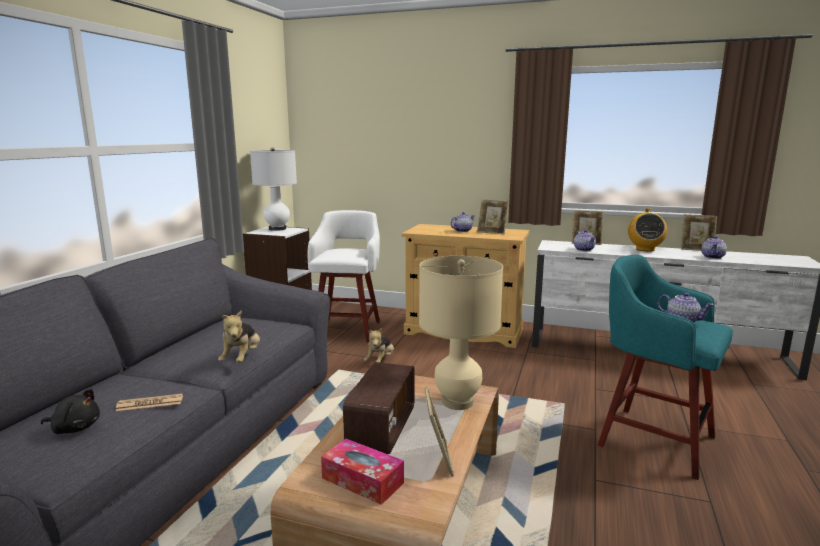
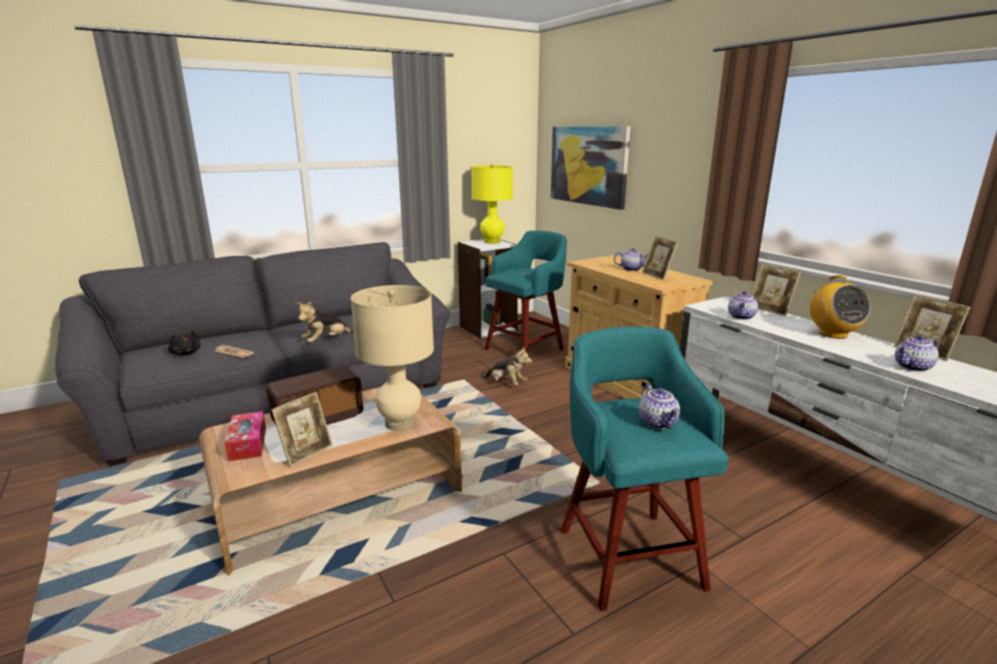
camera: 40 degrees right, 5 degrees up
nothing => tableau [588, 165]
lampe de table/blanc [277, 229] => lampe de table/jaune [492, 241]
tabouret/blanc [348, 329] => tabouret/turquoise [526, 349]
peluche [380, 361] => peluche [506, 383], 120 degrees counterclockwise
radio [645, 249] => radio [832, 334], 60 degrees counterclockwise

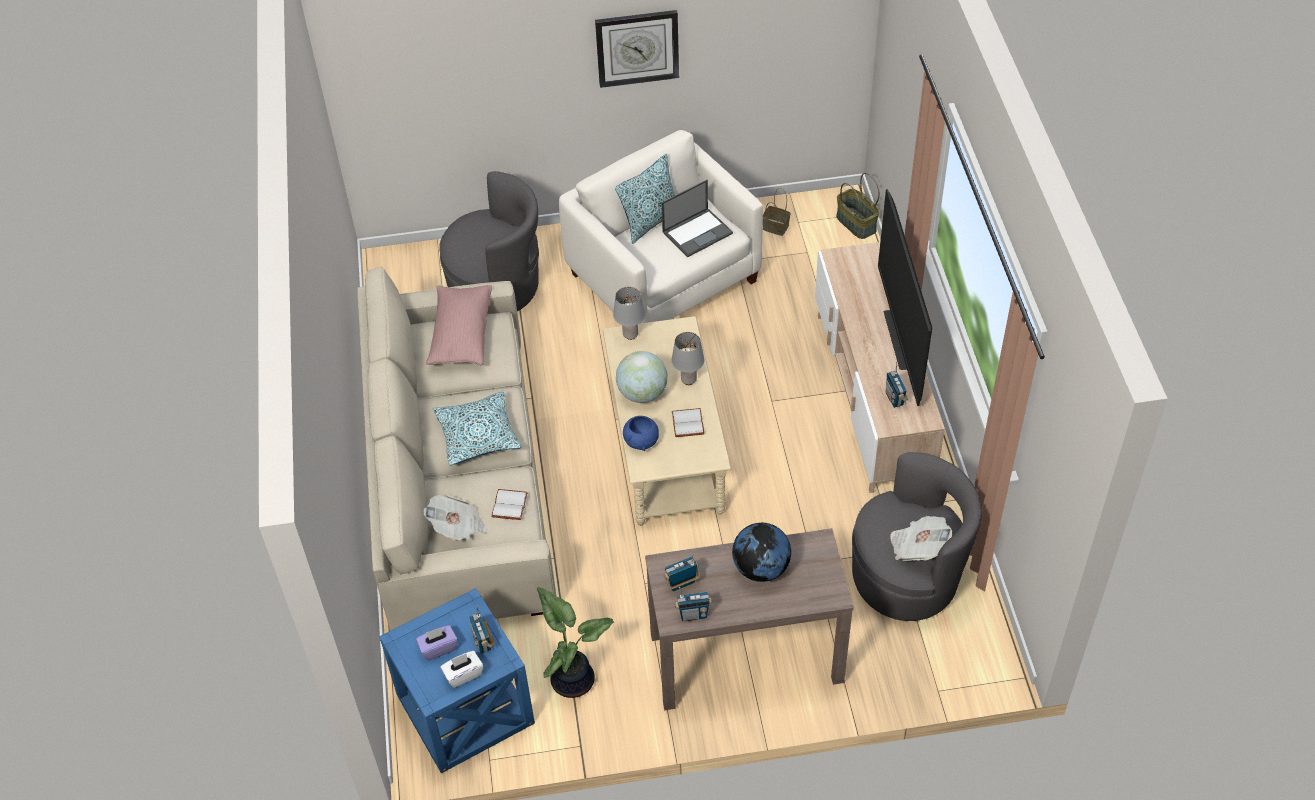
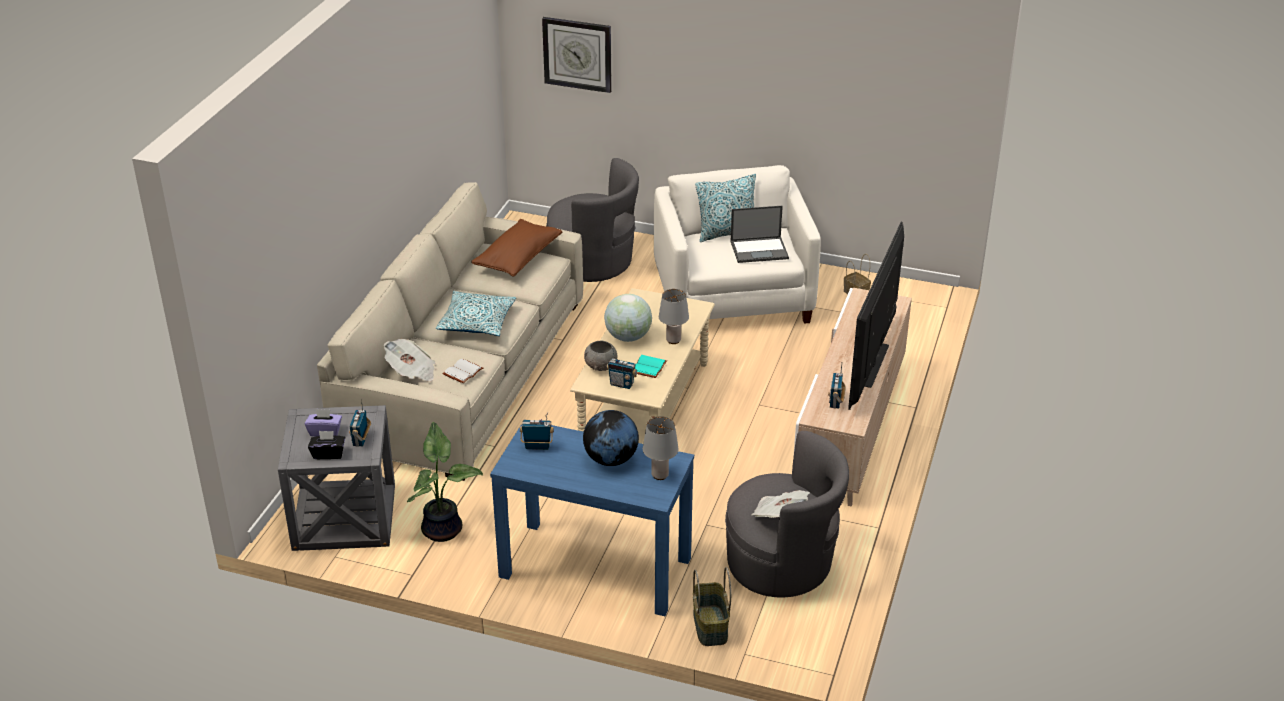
camera: 25 degrees right, 15 degrees down
horloge murale [637, 47] => horloge murale [577, 54], shifted
lampe de table/gris [630, 335] => lampe de table/gris [659, 475], shifted
radio [693, 614] => radio [622, 384], shifted
panier [855, 223] => panier [709, 625], shifted
table d'appoint/bleu [465, 709] => table d'appoint/gris [344, 517]
coussin/rose [461, 335] => coussin/marron [518, 258]
boîte à mouchoirs/blanc [463, 674] => boîte à mouchoirs/noir [328, 454]
bol/bleu [641, 441] => bol/gris [601, 366]
table console/marron [745, 658] => table console/bleu [594, 568]
livre/blanc [689, 424] => livre/turquoise [649, 368]

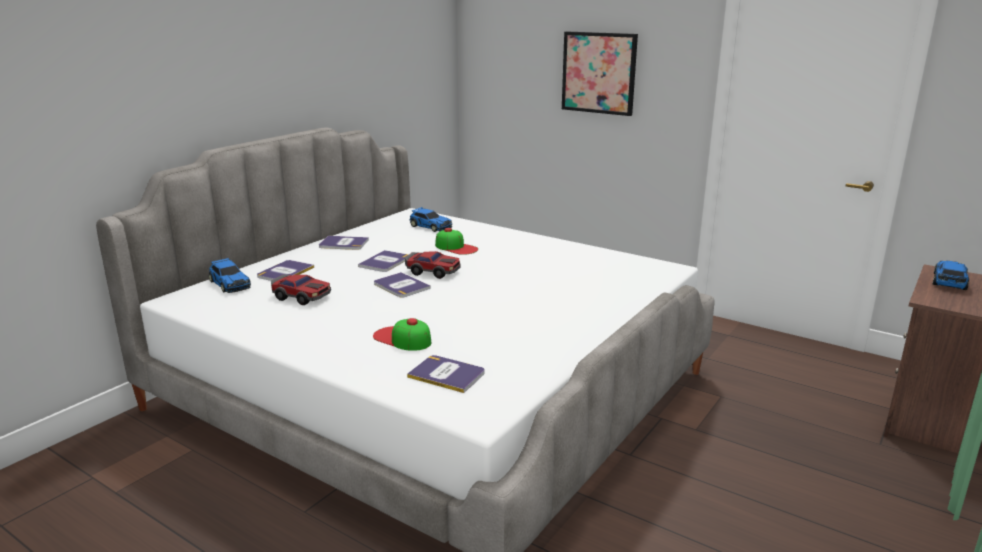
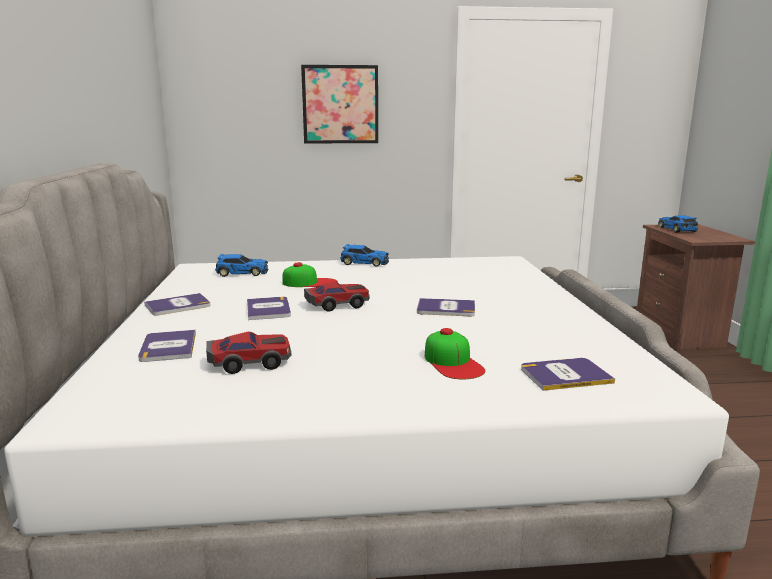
camera: 40 degrees left, 5 degrees down
petite voiture [230, 284] => petite voiture [364, 263], shifted
livre [401, 286] => livre [446, 308], shifted
casquette [402, 338] => casquette [453, 362], 105 degrees counterclockwise

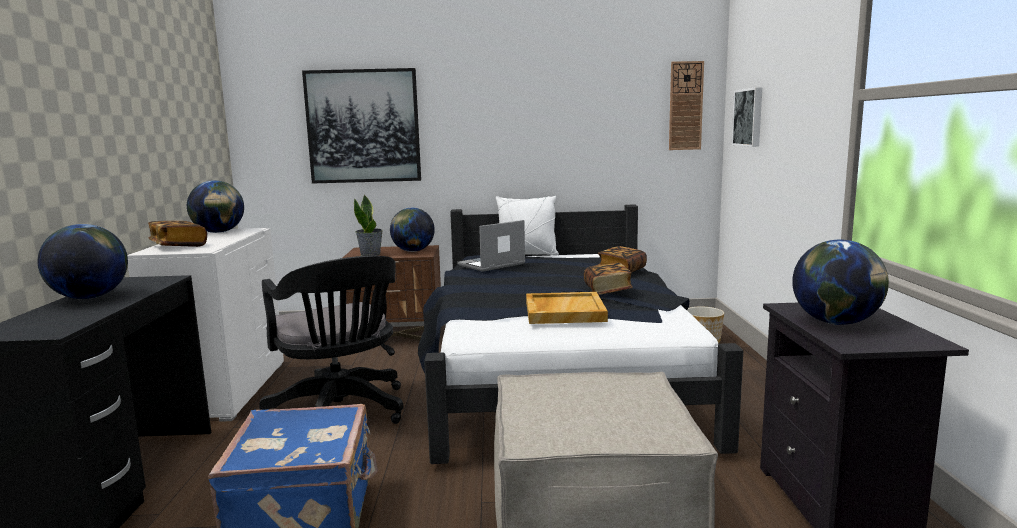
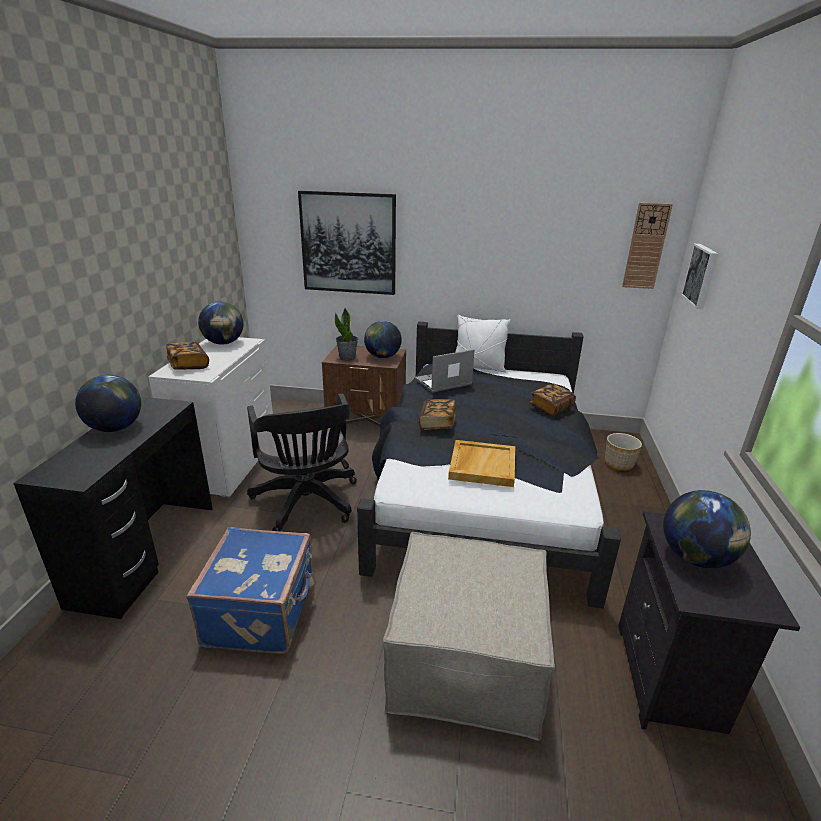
camera: 10 degrees right, 15 degrees up
livre [607, 290] => livre [437, 423], shifted

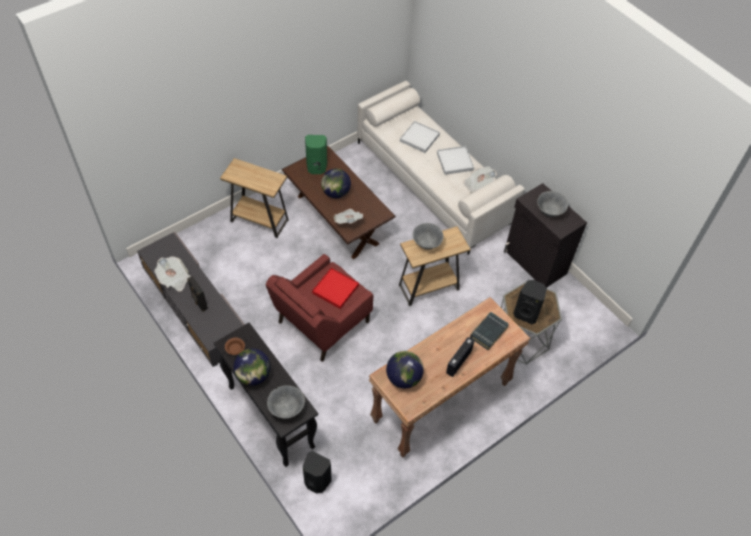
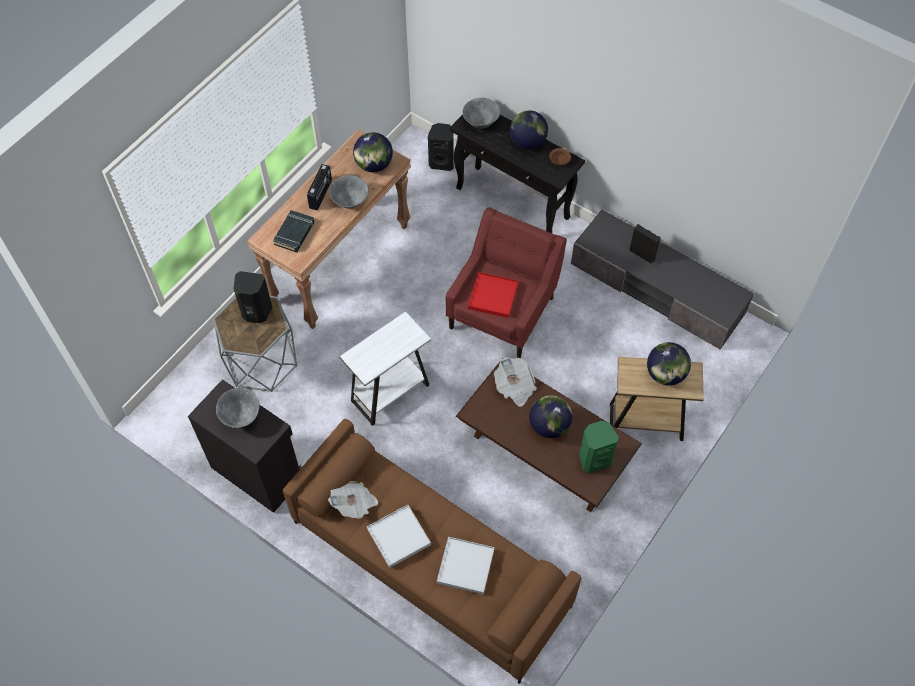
camera: 165 degrees right, 5 degrees up
journal [174, 279] => nothing
nothing => globe [665, 374]
bol/gris [426, 244] => bol/gris [350, 202], shifted
canapé/blanc [434, 183] => canapé/marron [429, 564]
table d'appoint/marron [429, 287] => table d'appoint/blanc [390, 393]

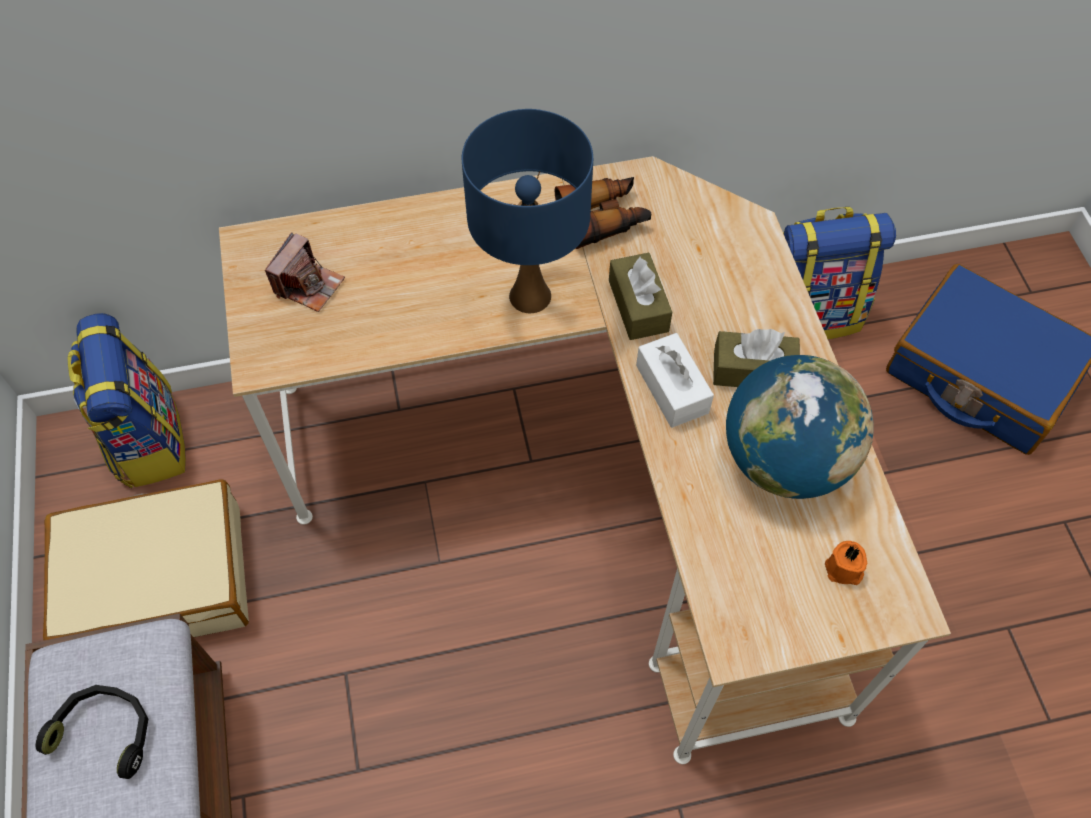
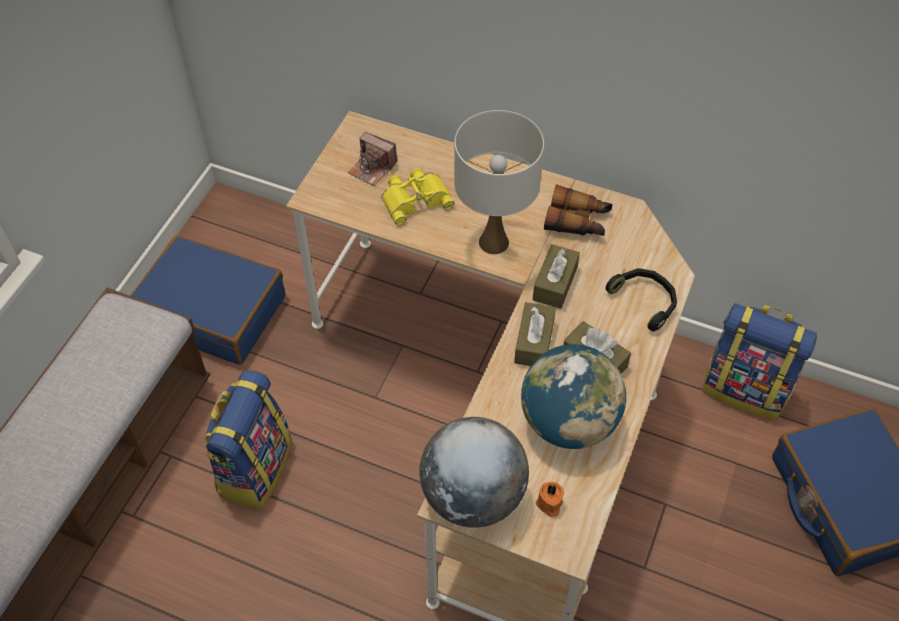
camera: 35 degrees right, 5 degrees down
nothing => jumelles/jaune [415, 198]
nothing => globe [473, 495]
casque audio/noir [106, 731] => casque audio/noir [645, 301], shifted
sac à dos [147, 439] => sac à dos [254, 468], shifted
valise/beige [158, 580] => valise/bleu [212, 311]
lampe de table/bleu [531, 295] => lampe de table/blanc [494, 242]
boîte à mouchoirs/blanc [672, 389] => boîte à mouchoirs/marron [534, 342]
appareil photo [308, 285] => appareil photo [372, 168], 60 degrees clockwise

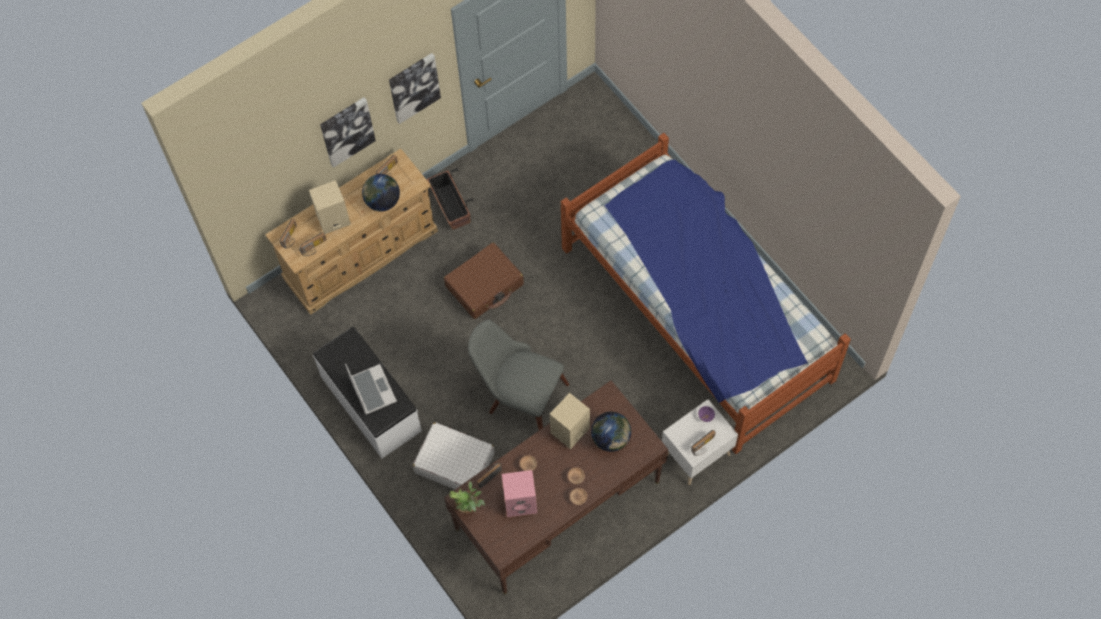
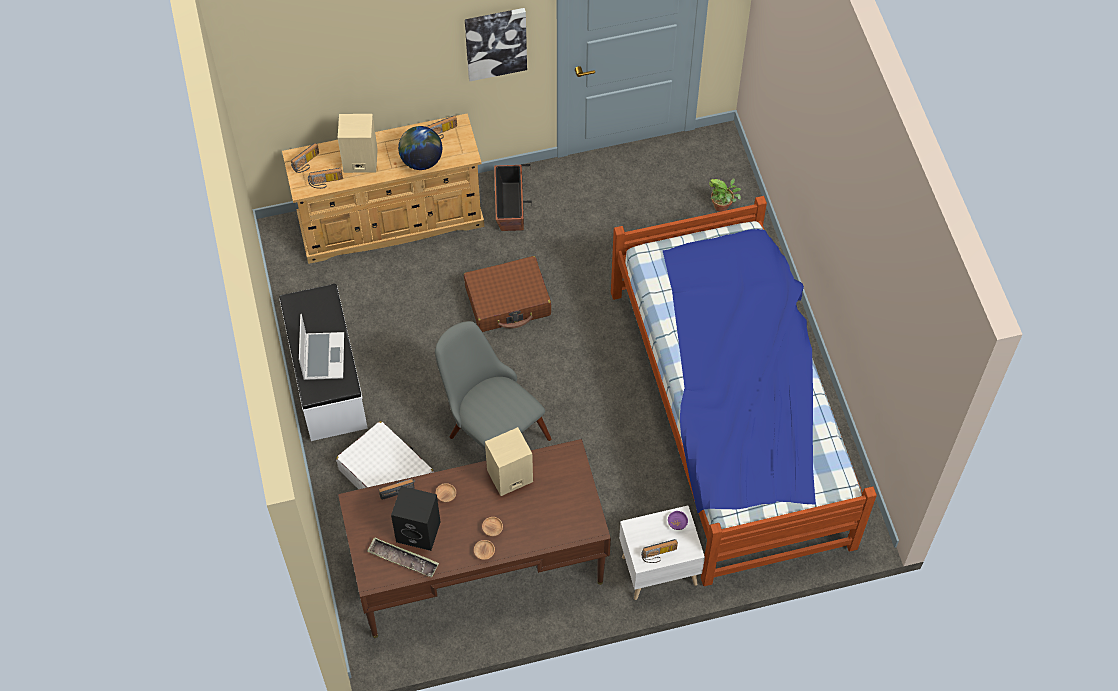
camera: 20 degrees right, 5 degrees down
tableau [347, 131] => nothing
globe [611, 438] => nothing
nothing => plateau [403, 559]
plante en pot [469, 507] => plante en pot [723, 206], shifted
enceinte/rose [521, 501] => enceinte/noir [419, 531]

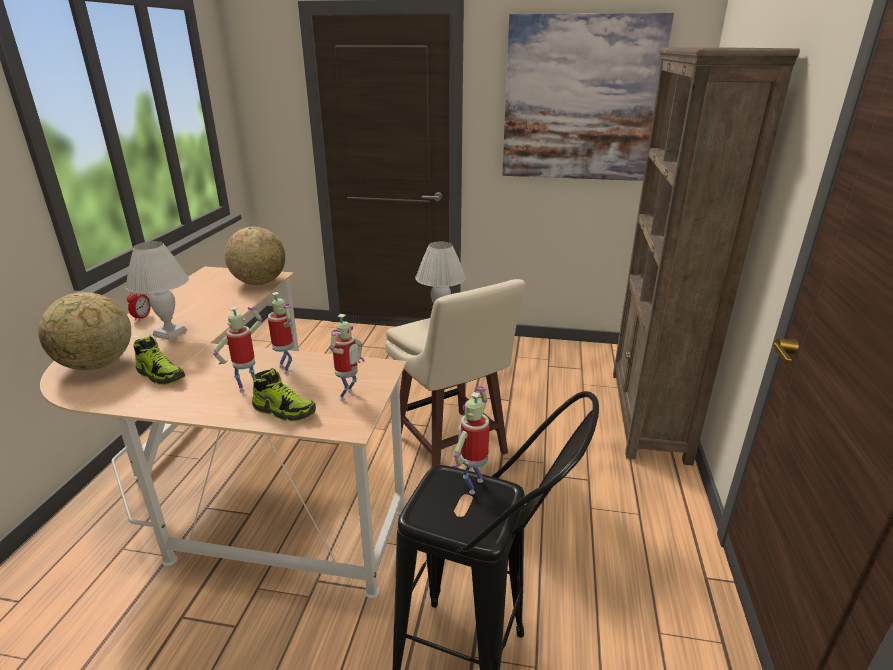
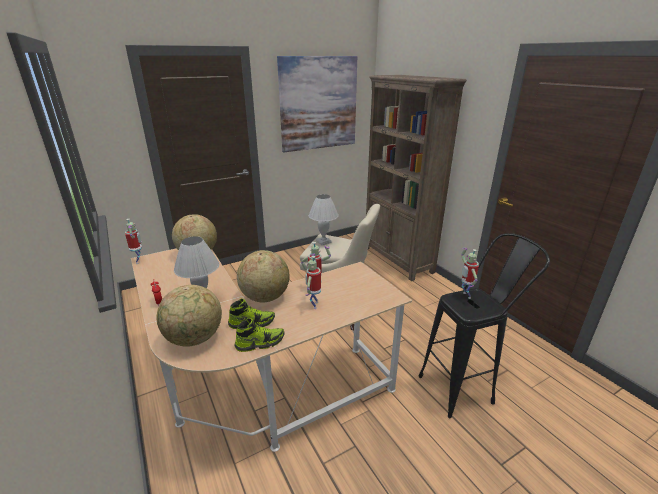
camera: 40 degrees left, 0 degrees up
nothing => globe [265, 297]
chaussure [284, 410] => chaussure [260, 343], shifted
robot jouet [348, 396] => robot jouet [139, 261], shifted

